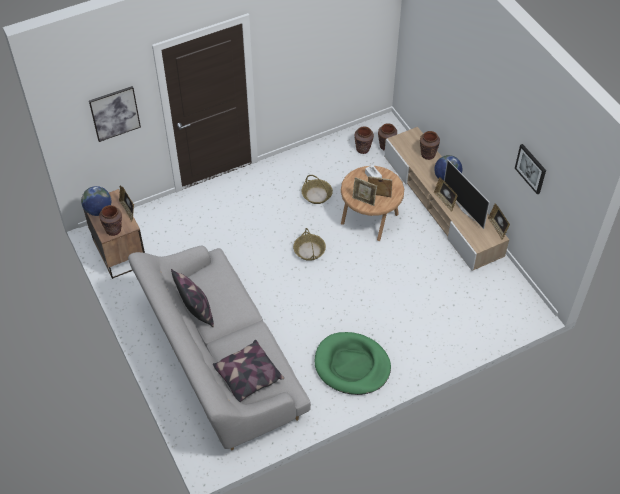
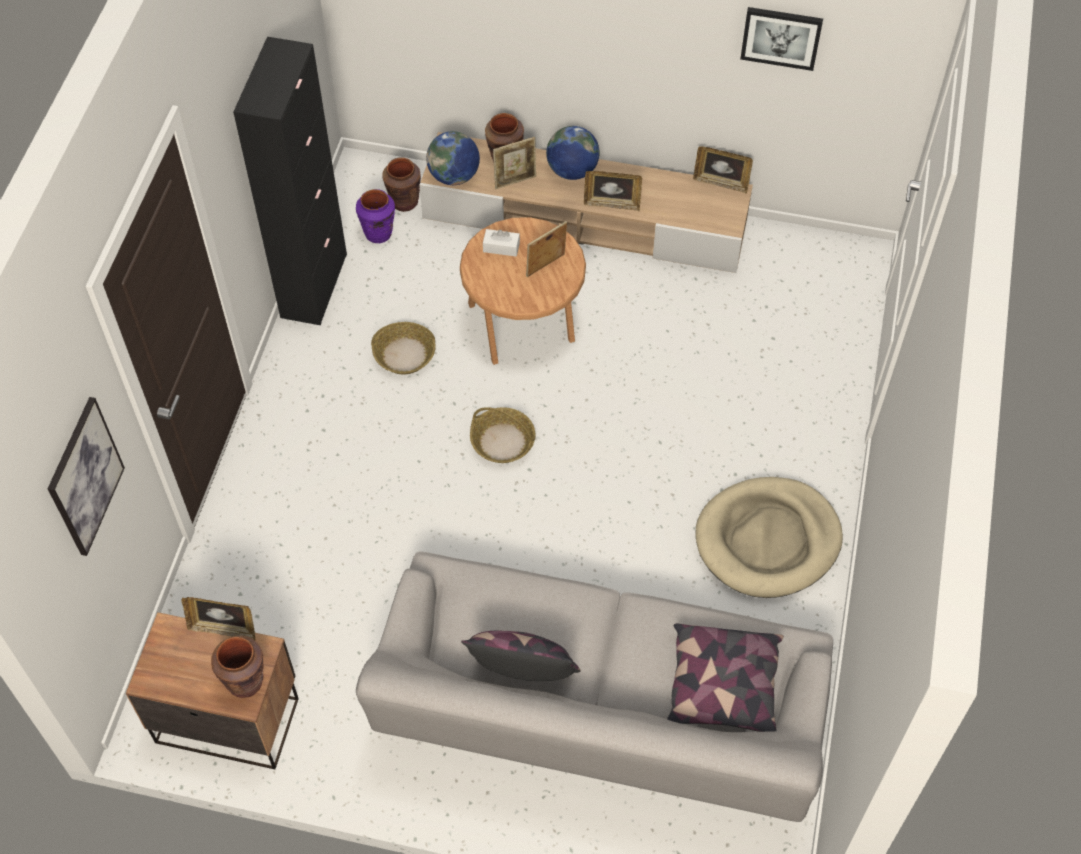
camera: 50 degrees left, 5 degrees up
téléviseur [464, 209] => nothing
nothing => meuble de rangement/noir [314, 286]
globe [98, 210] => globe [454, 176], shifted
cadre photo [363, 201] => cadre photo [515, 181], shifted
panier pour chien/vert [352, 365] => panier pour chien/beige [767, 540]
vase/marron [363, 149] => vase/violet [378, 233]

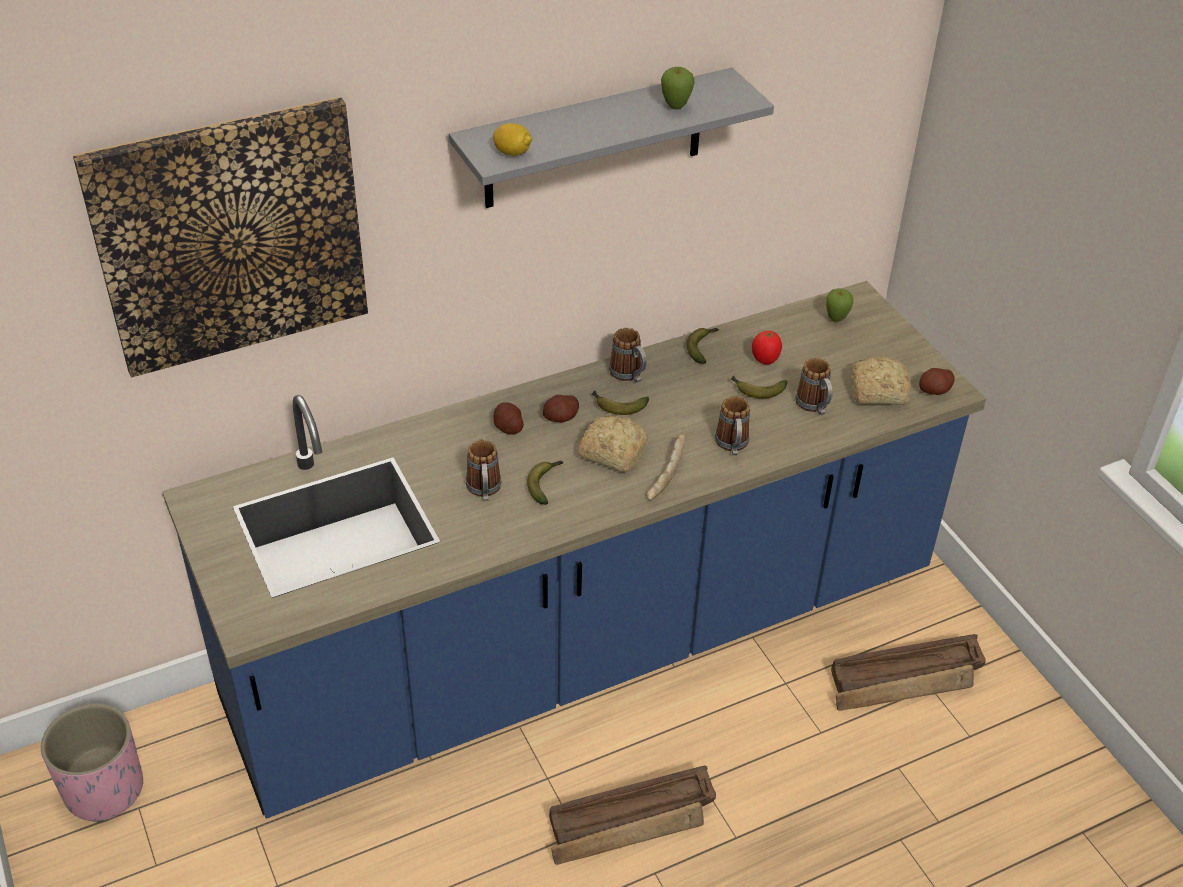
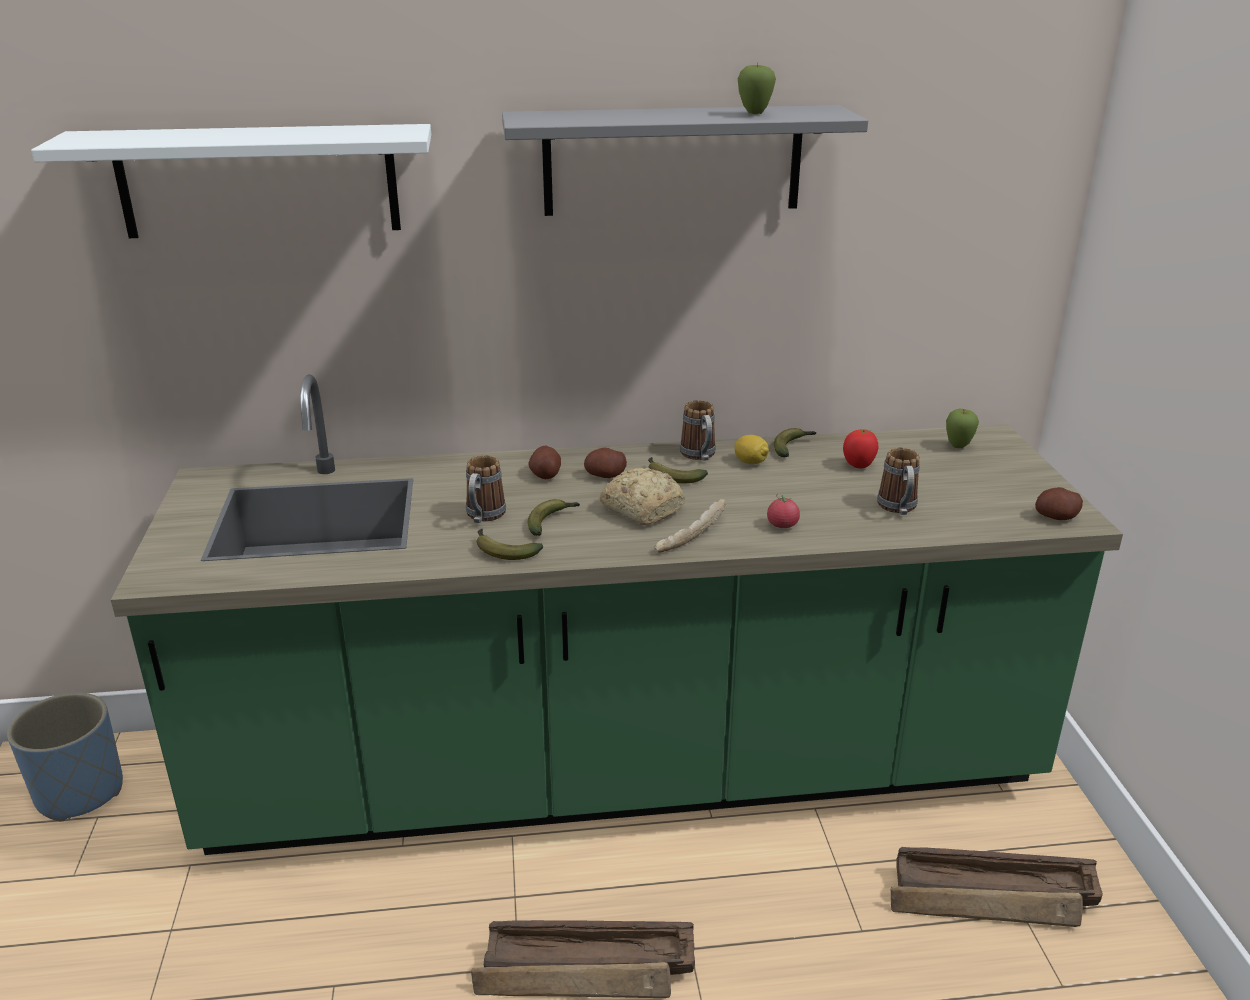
camera: 20 degrees right, 15 degrees down
pain [876, 391] => nothing
citron [513, 152] => citron [750, 462], shifted
banane [756, 390] => banane [503, 551], shifted
tableau [230, 236] => étagère/blanc [259, 181]
mug [732, 446] => tomate [782, 525]
cache-pot/rose [104, 789] => cache-pot/bleu [80, 792]
comptoir de cuisine/bleu [586, 641] => comptoir de cuisine/vert [625, 770]

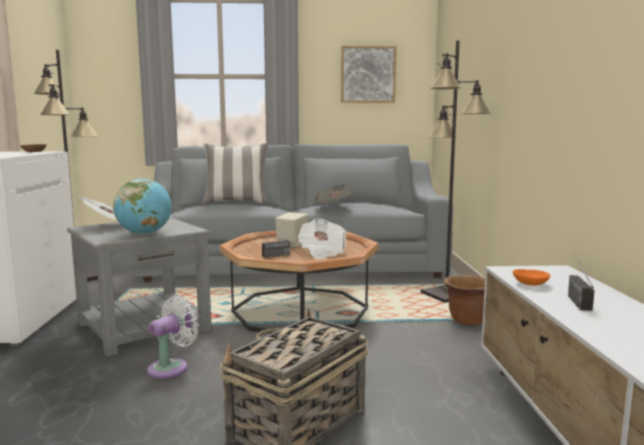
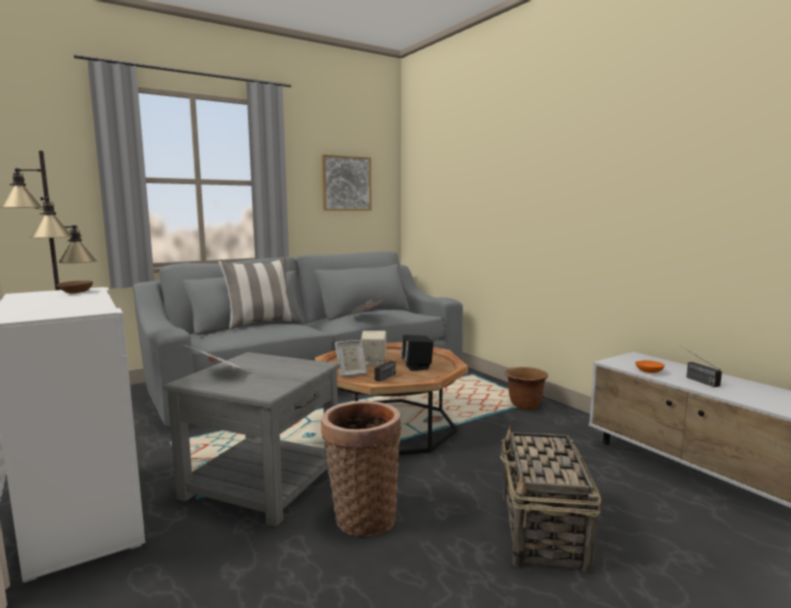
camera: 30 degrees left, 0 degrees up
globe [145, 234] => nothing
lampadaire/noir [445, 295] => nothing
nothing => cadre photo [351, 374]
ventilateur/blanc [171, 367] => panier [362, 516]
journal [322, 252] => enceinte/noir [417, 367]

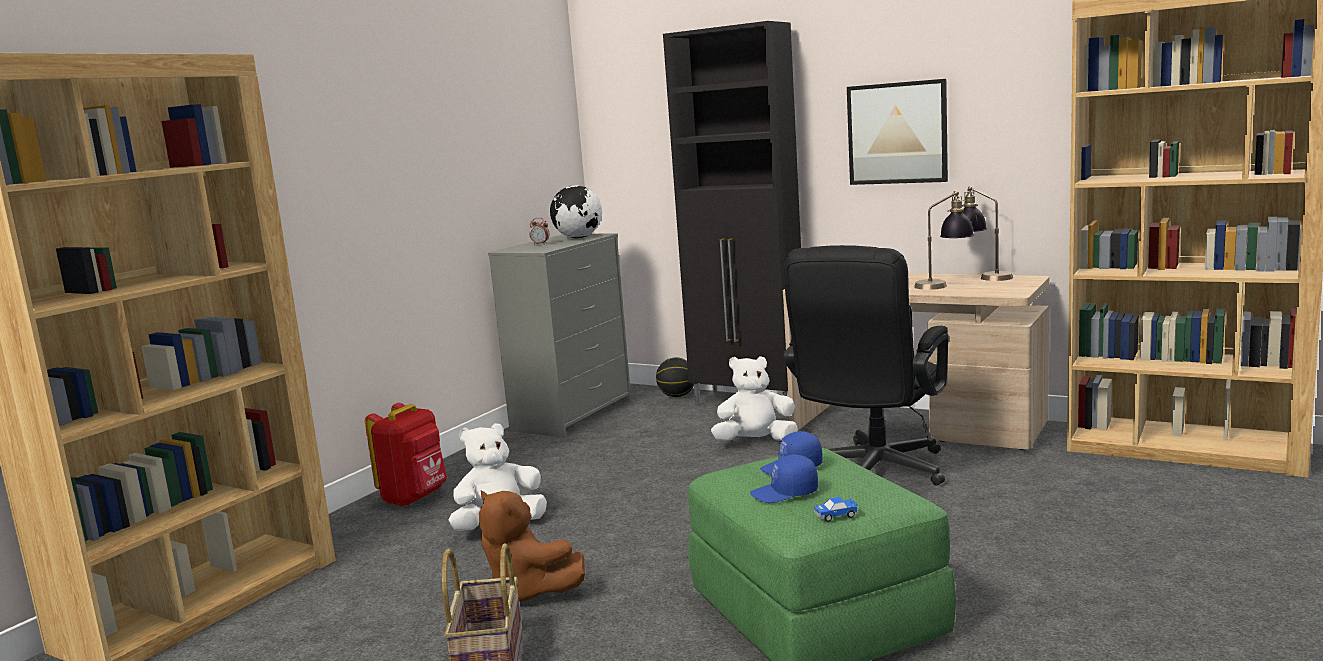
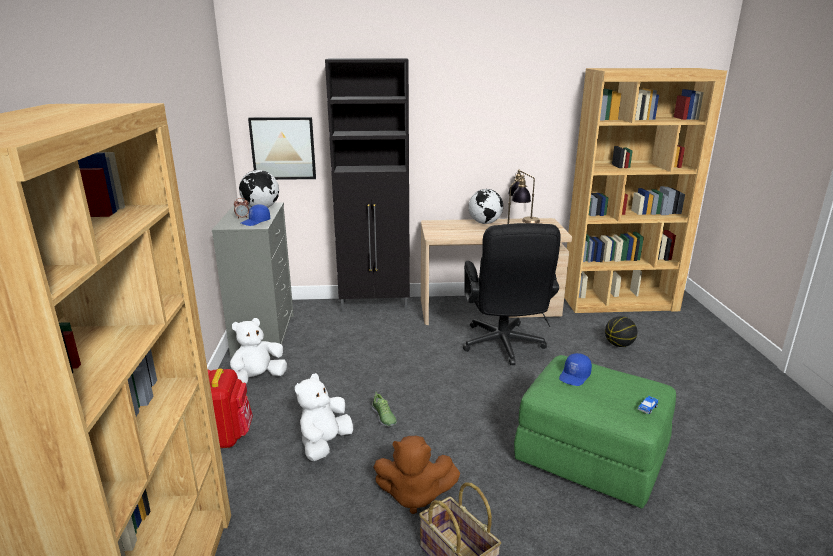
camera: 35 degrees left, 10 degrees up
nothing => chaussure [384, 417]
nothing => globe [485, 223]
ballon de basket [677, 396] => ballon de basket [619, 345], shifted
peluche/blanc [755, 442] => peluche/blanc [258, 378], shifted
casquette/bleu [785, 493] => casquette/bleu [256, 222], shifted
tableau [897, 133] => tableau [283, 148], shifted

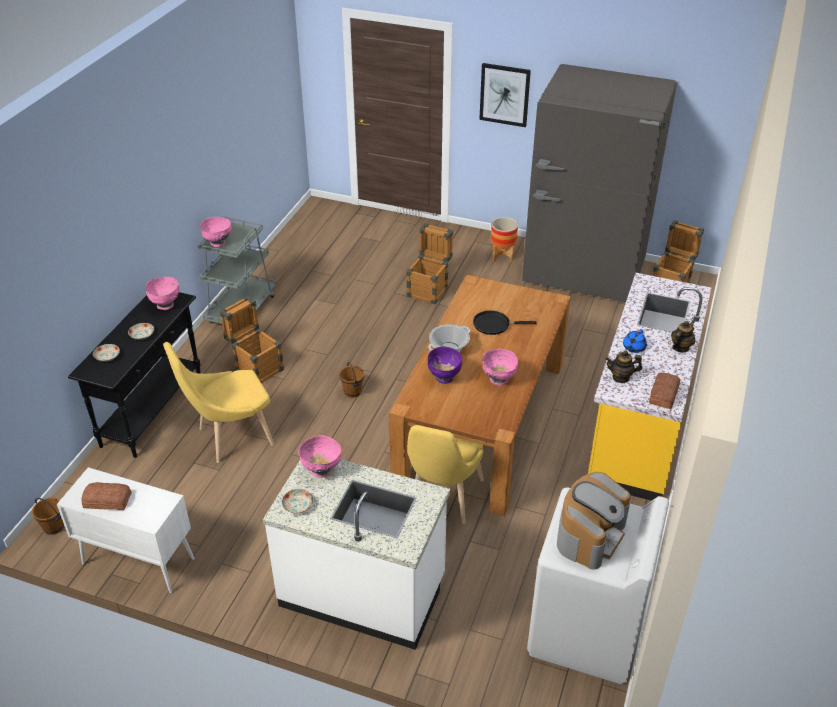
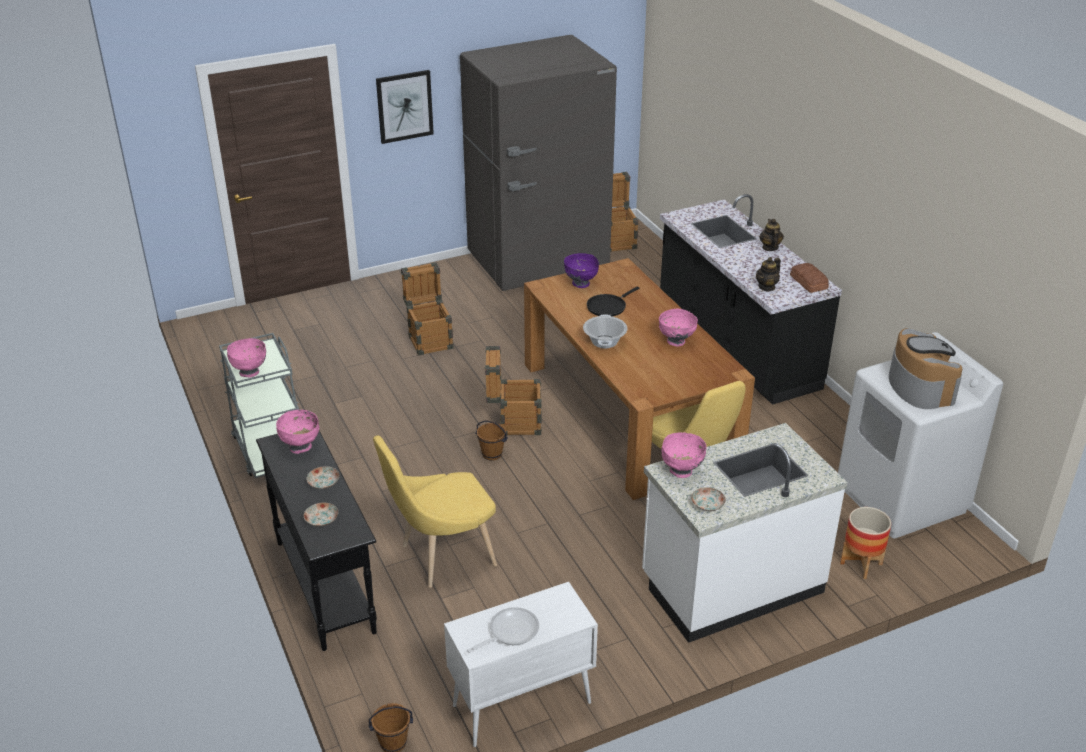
camera: 45 degrees left, 5 degrees down
théière/bleu [633, 348] => nothing
caisse [256, 367] => caisse [513, 423], shifted
bol/violet [444, 378] => bol/violet [580, 284], shifted
cache-pot [502, 256] => cache-pot [860, 564], shifted
pain [107, 500] => poêle [510, 632]
comptoir de cuisine/jaune [639, 423] => comptoir de cuisine/noir [735, 346]
chaise/jaune [230, 438] => chaise/jaune [441, 557], 45 degrees clockwise

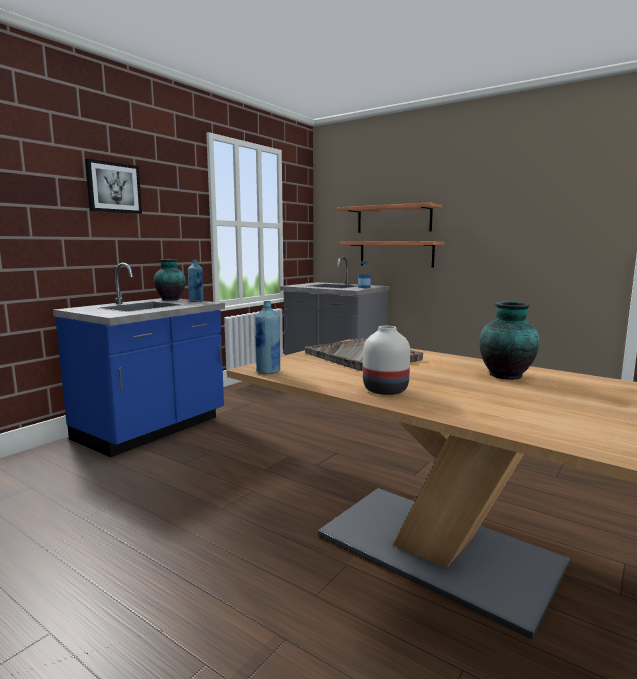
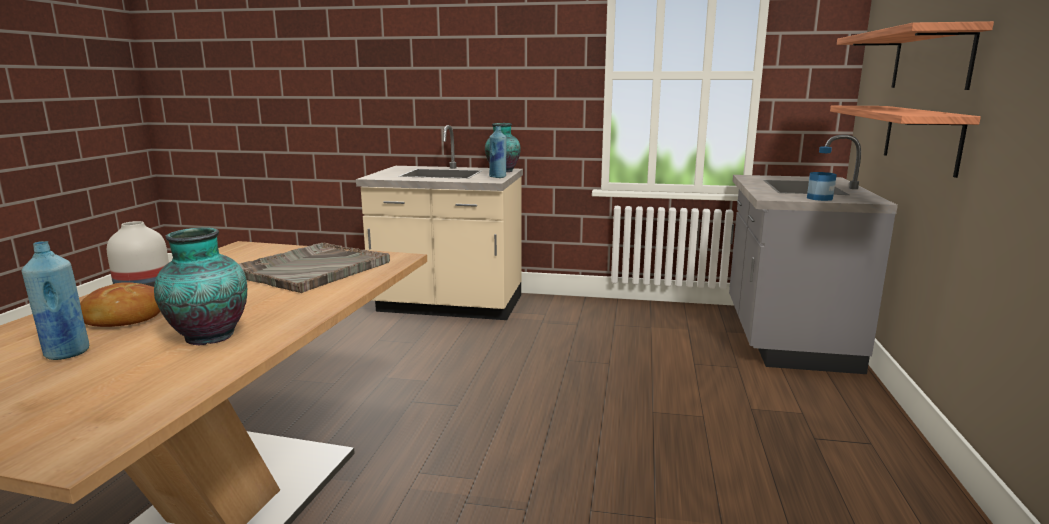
camera: 65 degrees right, 5 degrees up
tableau [113, 187] => nothing
nothing => pain [123, 317]
bouteille/bleu [268, 371] => bouteille/bleu [66, 353], shifted
comptoir de cuisine/bleu [152, 429] => comptoir de cuisine/beige [448, 306]

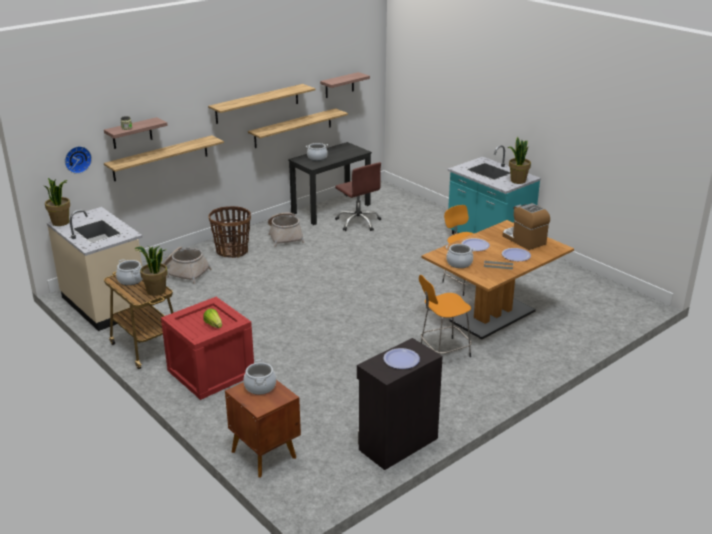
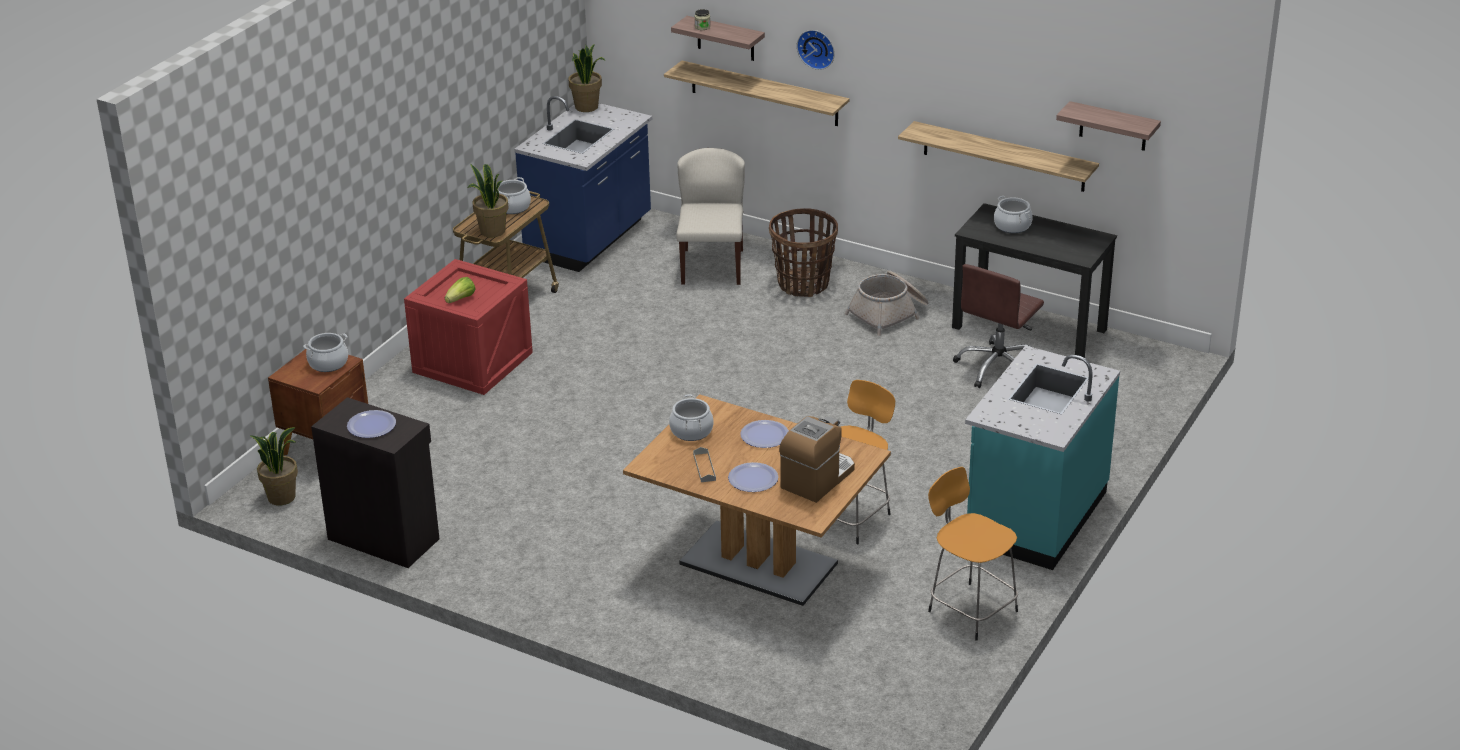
camera: 70 degrees right, 5 degrees up
étagère [257, 103] => nothing
horloge murale [77, 159] => horloge murale [817, 48], shifted
tabouret/orange [443, 352] => tabouret/orange [970, 609], shifted
plante en pot [517, 181] => plante en pot [282, 497], shifted
panier [184, 272] => chaise/beige [711, 266]
comptoir de cuisine/beige [105, 304] => comptoir de cuisine/bleu [590, 239]

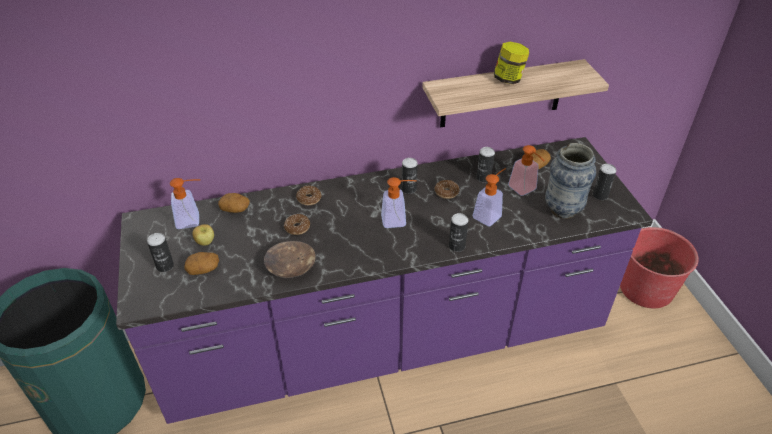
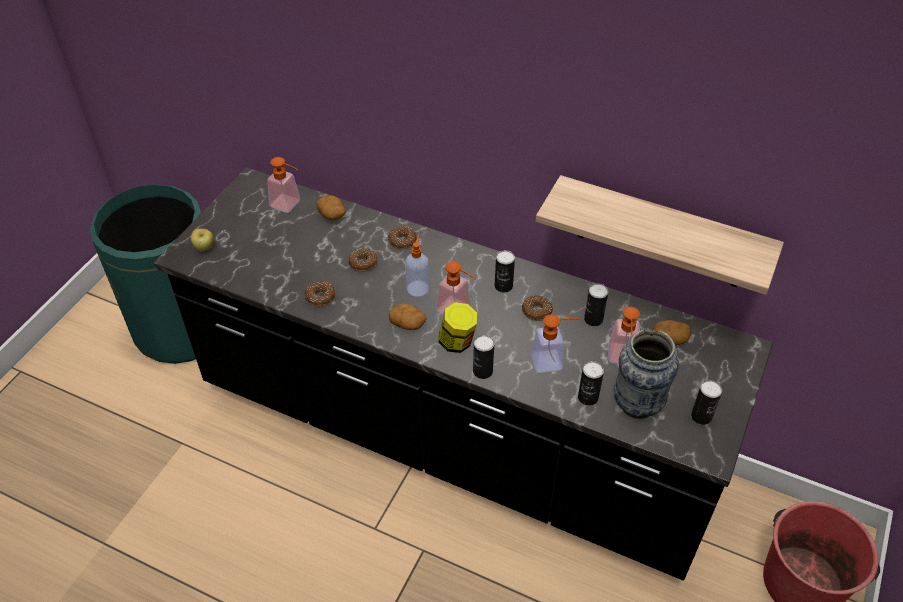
camera: 40 degrees right, 5 degrees up
nothing => distributeur de savon [418, 288]
boîte métallique [165, 266] => boîte métallique [588, 397], shifted
pomme de terre [203, 269] => pomme de terre [408, 323], shifted
pomme [205, 242] => pomme [204, 248], shifted
bocal [508, 79] => bocal [457, 342], shifted
bol/marron [291, 267] => beignet [320, 297]
comptoir de cuisine/violet [386, 341] => comptoir de cuisine/noir [451, 438]

